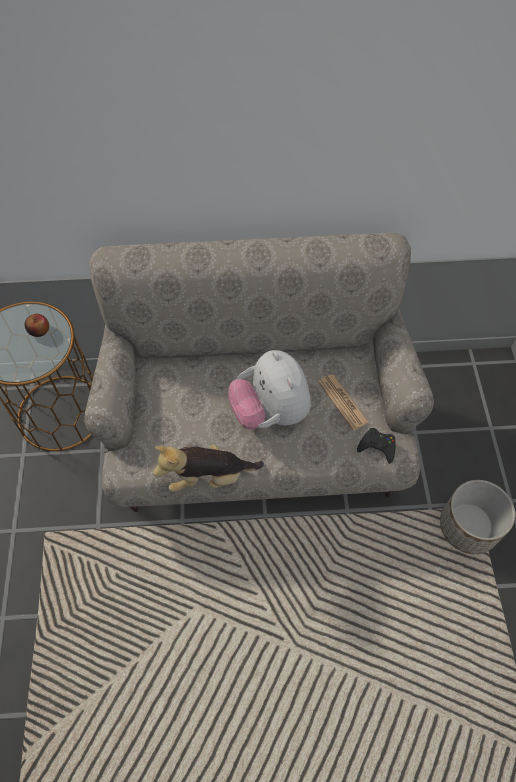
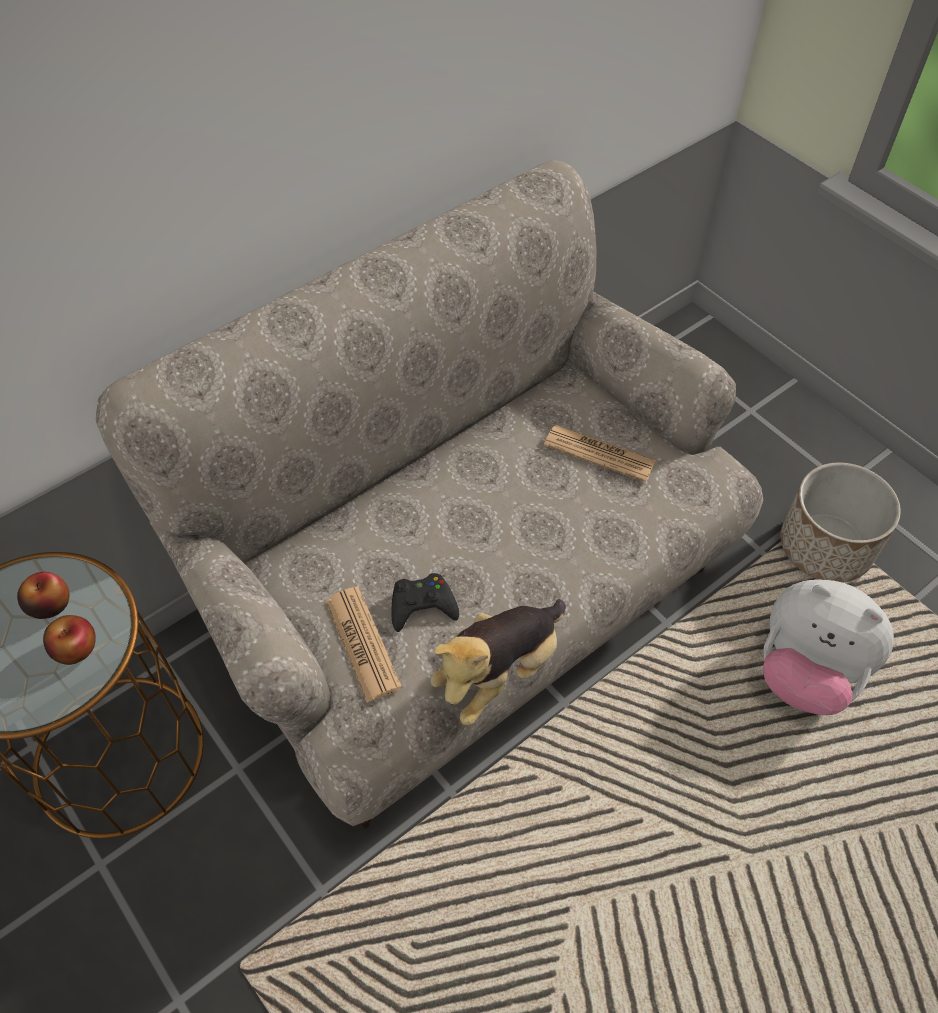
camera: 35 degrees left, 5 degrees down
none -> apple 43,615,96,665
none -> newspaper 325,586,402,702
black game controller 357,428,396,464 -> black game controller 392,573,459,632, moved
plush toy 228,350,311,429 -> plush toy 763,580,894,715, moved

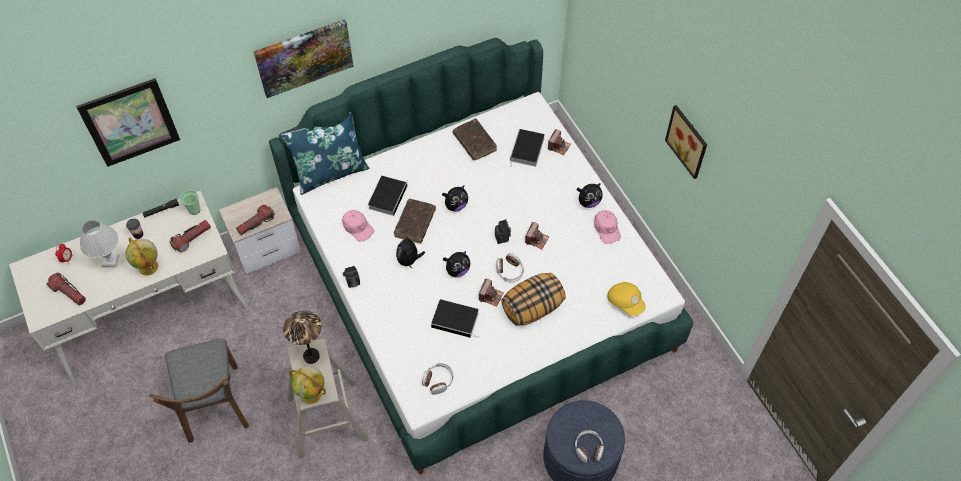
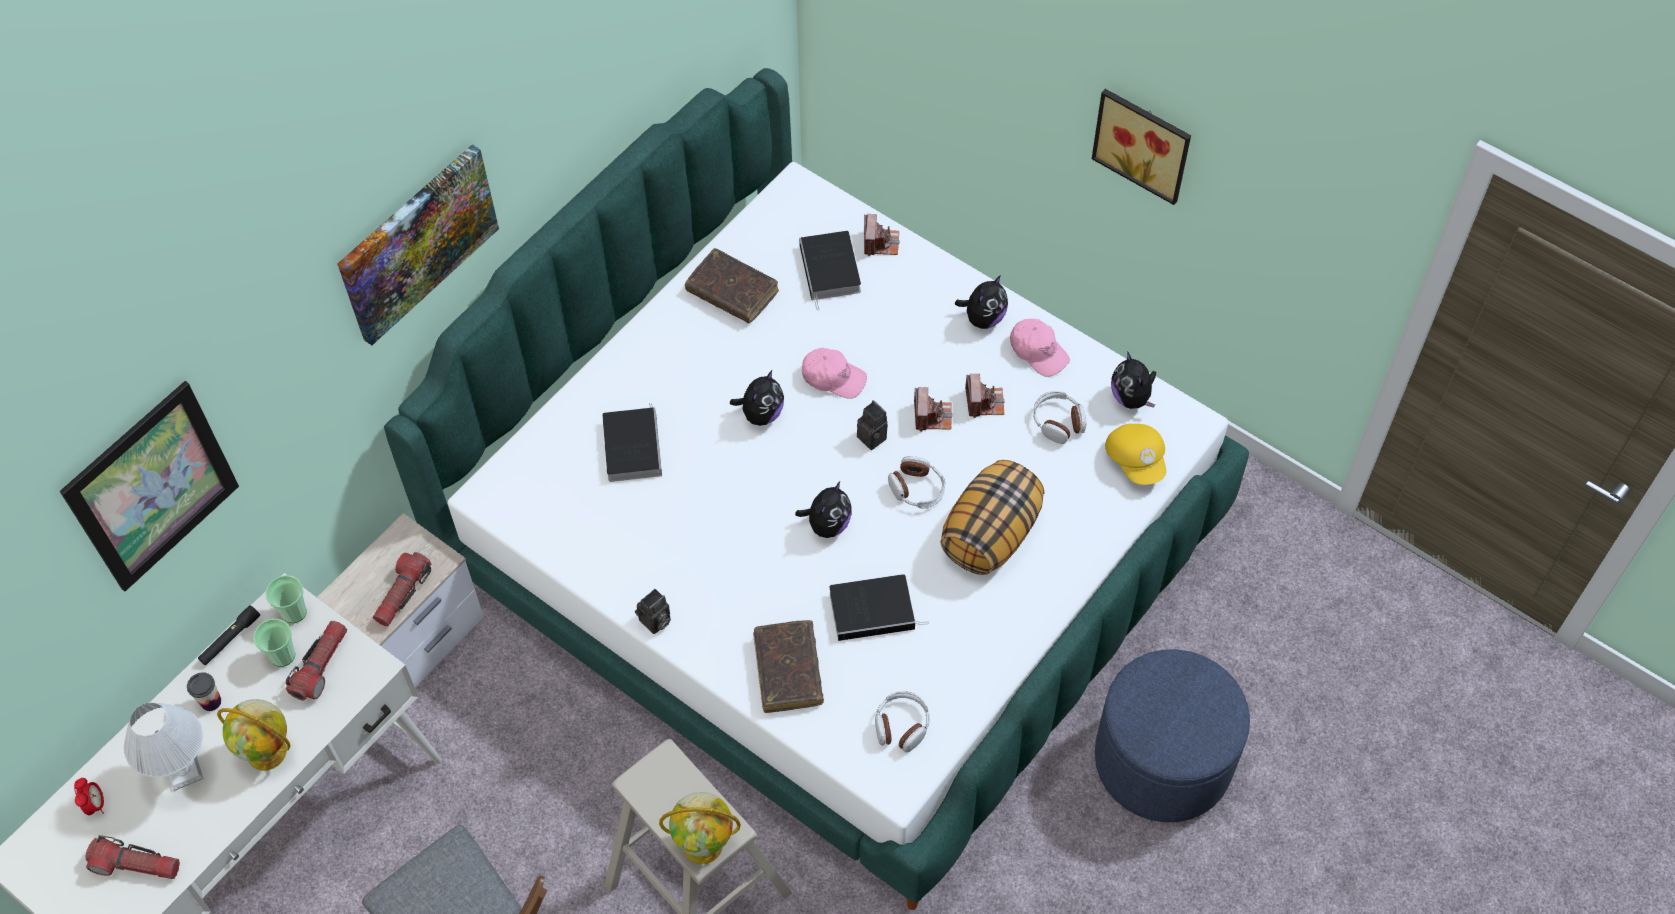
camera: 25 degrees left, 0 degrees up
none -> cup 253,619,295,667
brown book 394,199,436,243 -> brown book 753,620,824,713, moved
pink cap 342,210,374,242 -> pink cap 802,348,867,399, moved
photo camera 479,278,504,307 -> photo camera 965,374,1005,418, moved
headphones 575,430,604,463 -> headphones 1033,391,1086,444, moved
yellow cap 607,282,646,316 -> yellow cap 1105,424,1166,485, 45 degrees clockwise
plush toy 396,235,425,268 -> plush toy 1111,351,1156,409, moved
blue pillow 281,112,369,195 -> none
table lamp 283,311,322,364 -> none

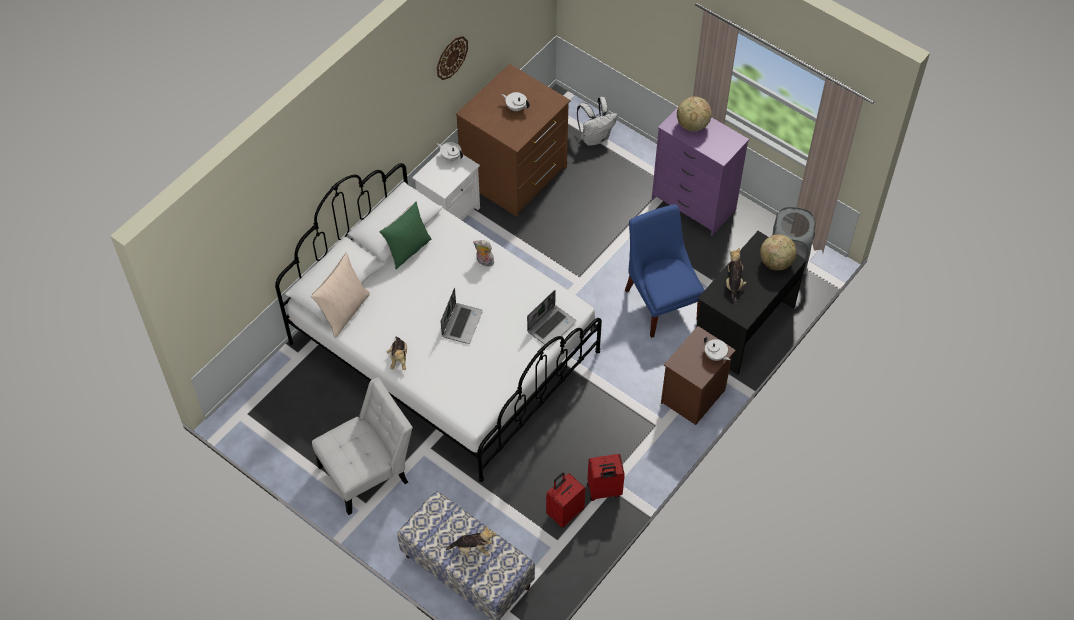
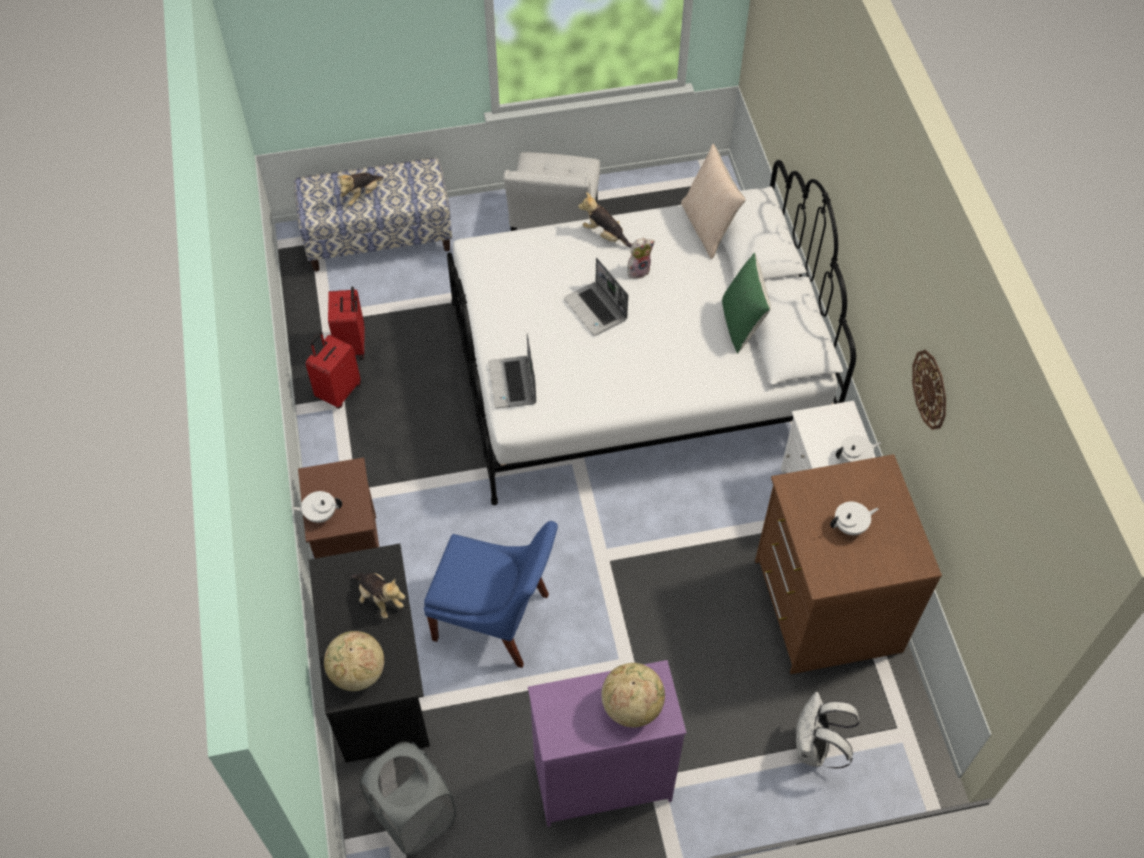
camera: 130 degrees right, 0 degrees up
plush toy 473,240,494,267 -> plush toy 627,238,655,279, moved

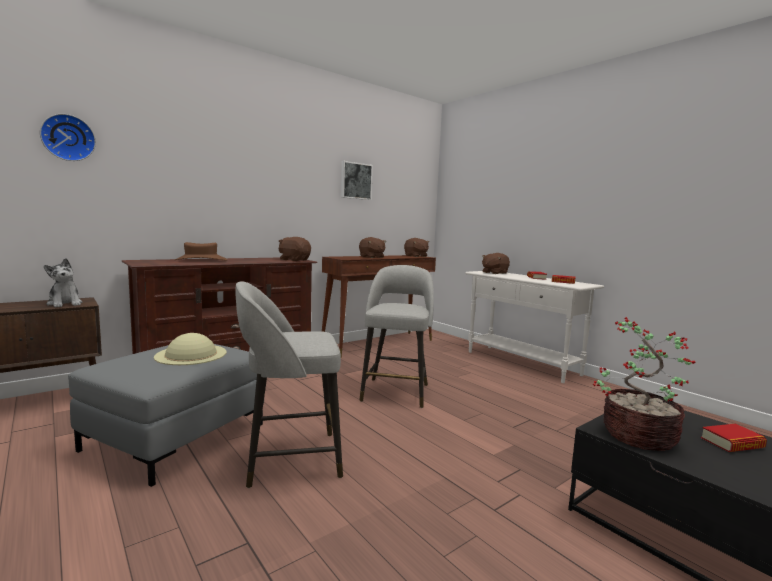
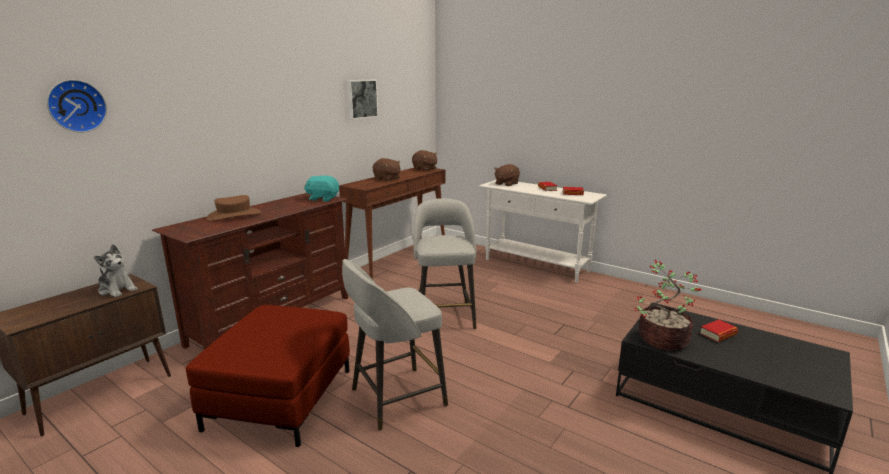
camera: 15 degrees left, 10 degrees up
grey ottoman 68,344,264,487 -> red ottoman 185,305,350,447
brown plush toy 279,237,311,261 -> turquoise plush toy 304,175,339,202
beige hat 154,333,227,365 -> none

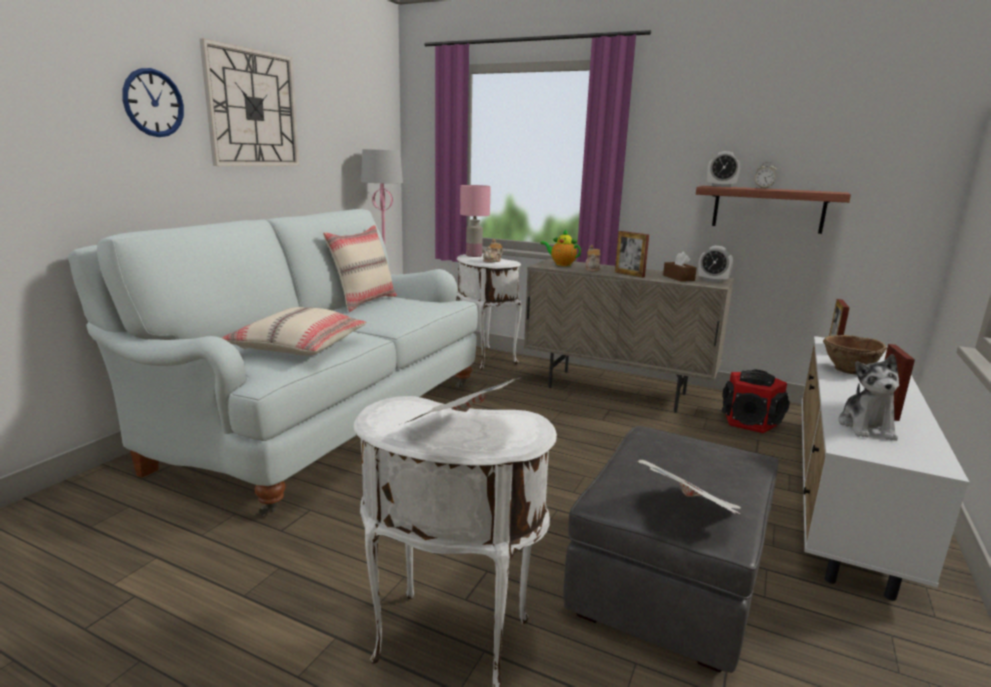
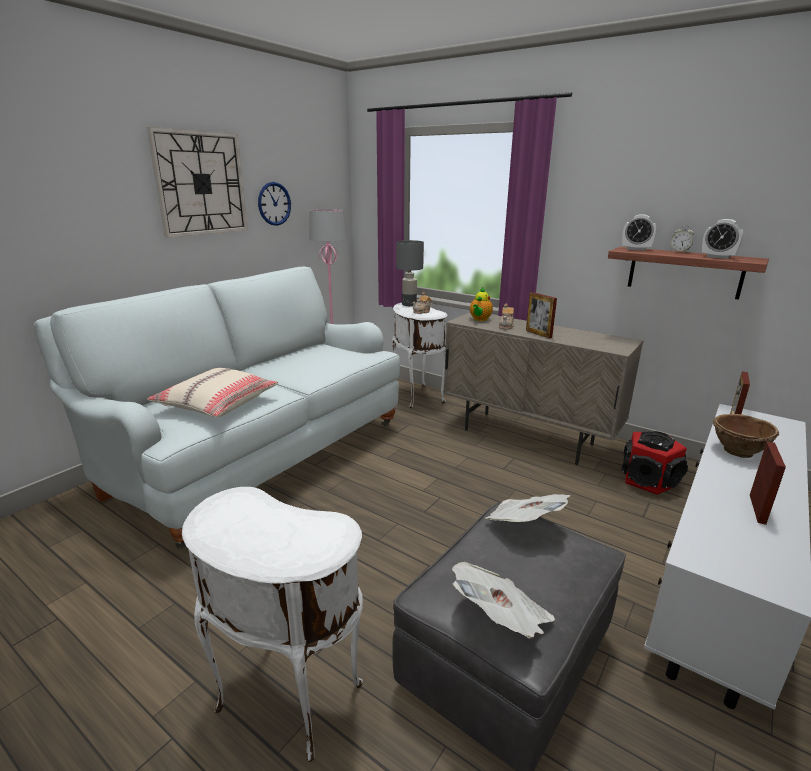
camera: 10 degrees right, 5 degrees up
wall clock 122,68,184,137 -> wall clock 258,182,291,226, moved
pink table lamp 460,185,491,257 -> grey table lamp 396,240,424,306
teapot 540,230,581,266 -> teapot 470,287,493,321, 105 degrees counterclockwise
newspaper 399,377,521,425 -> newspaper 485,494,570,522, moved
alarm clock 698,246,733,283 -> alarm clock 702,219,743,259, moved
beige pillow 323,225,397,312 -> none
brown tissue box 663,252,697,282 -> none
plush toy 838,354,899,441 -> none

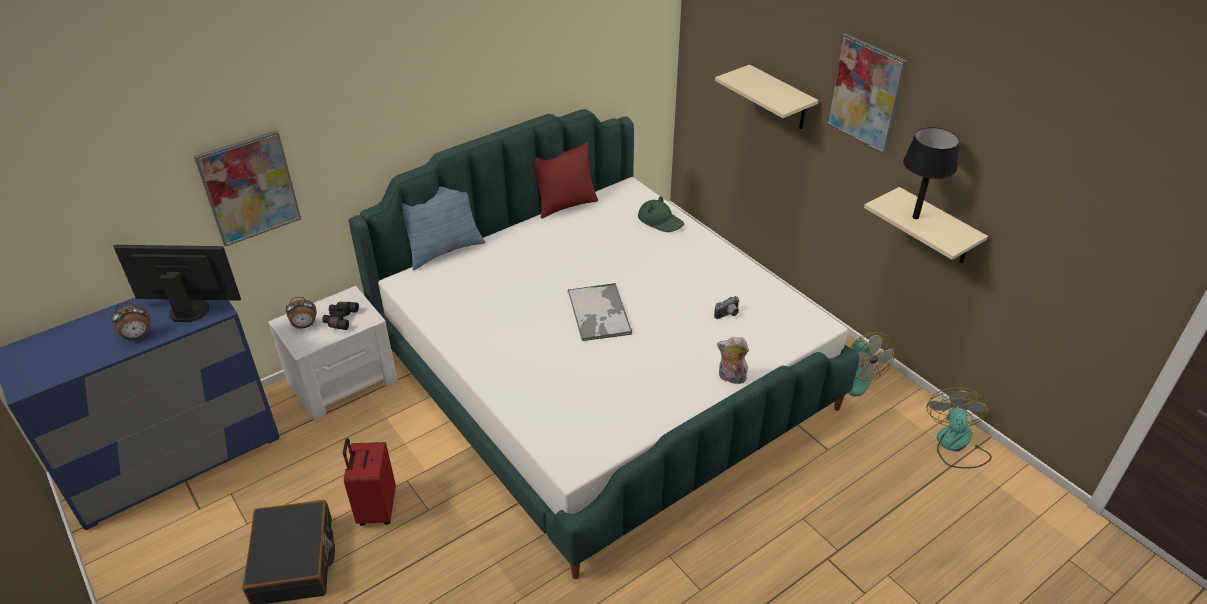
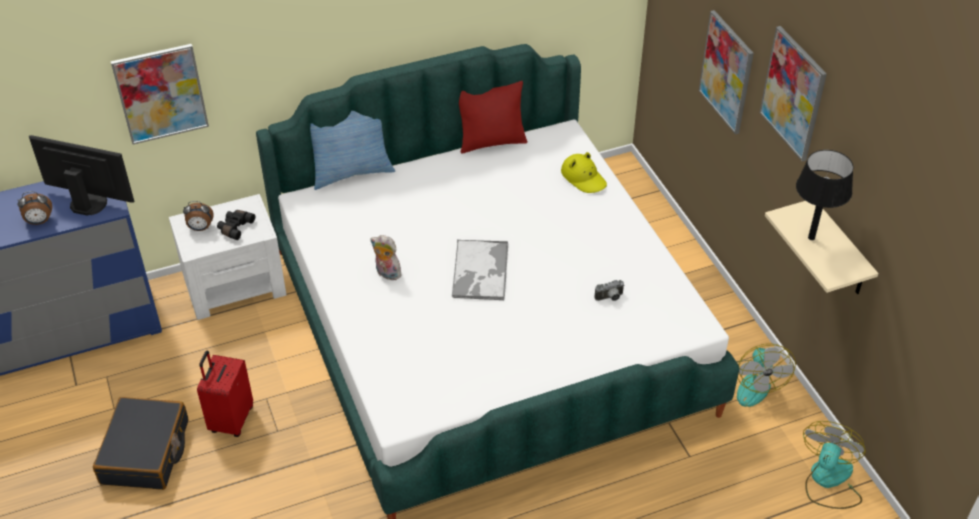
camera: 15 degrees right, 5 degrees up
plush toy 717,337,749,384 -> plush toy 370,235,403,280, moved
green hat 638,196,684,232 -> yellow hat 561,152,607,193
beige shelf 715,65,818,129 -> picture 699,10,754,134

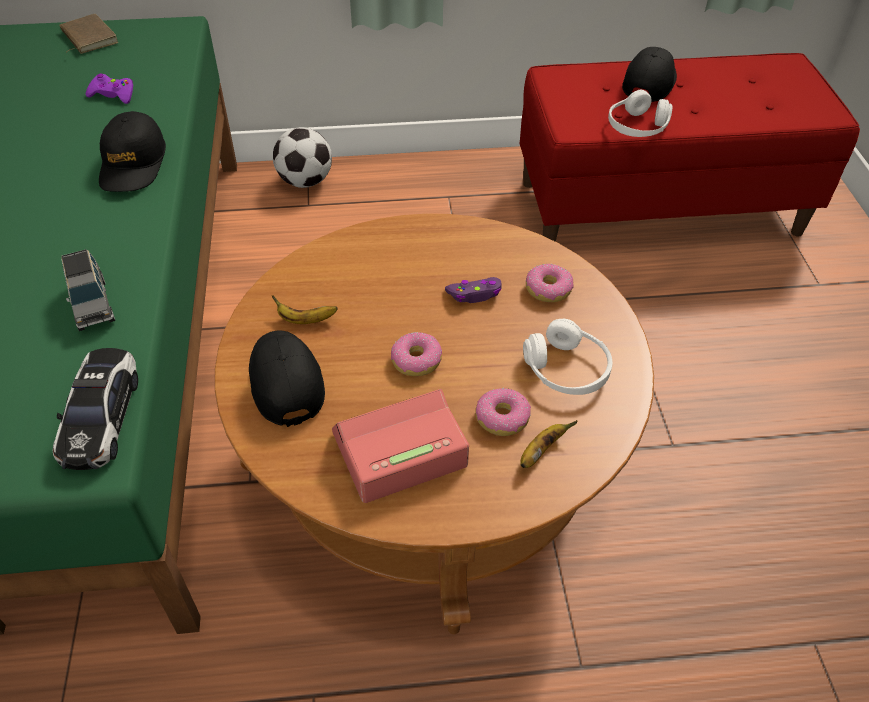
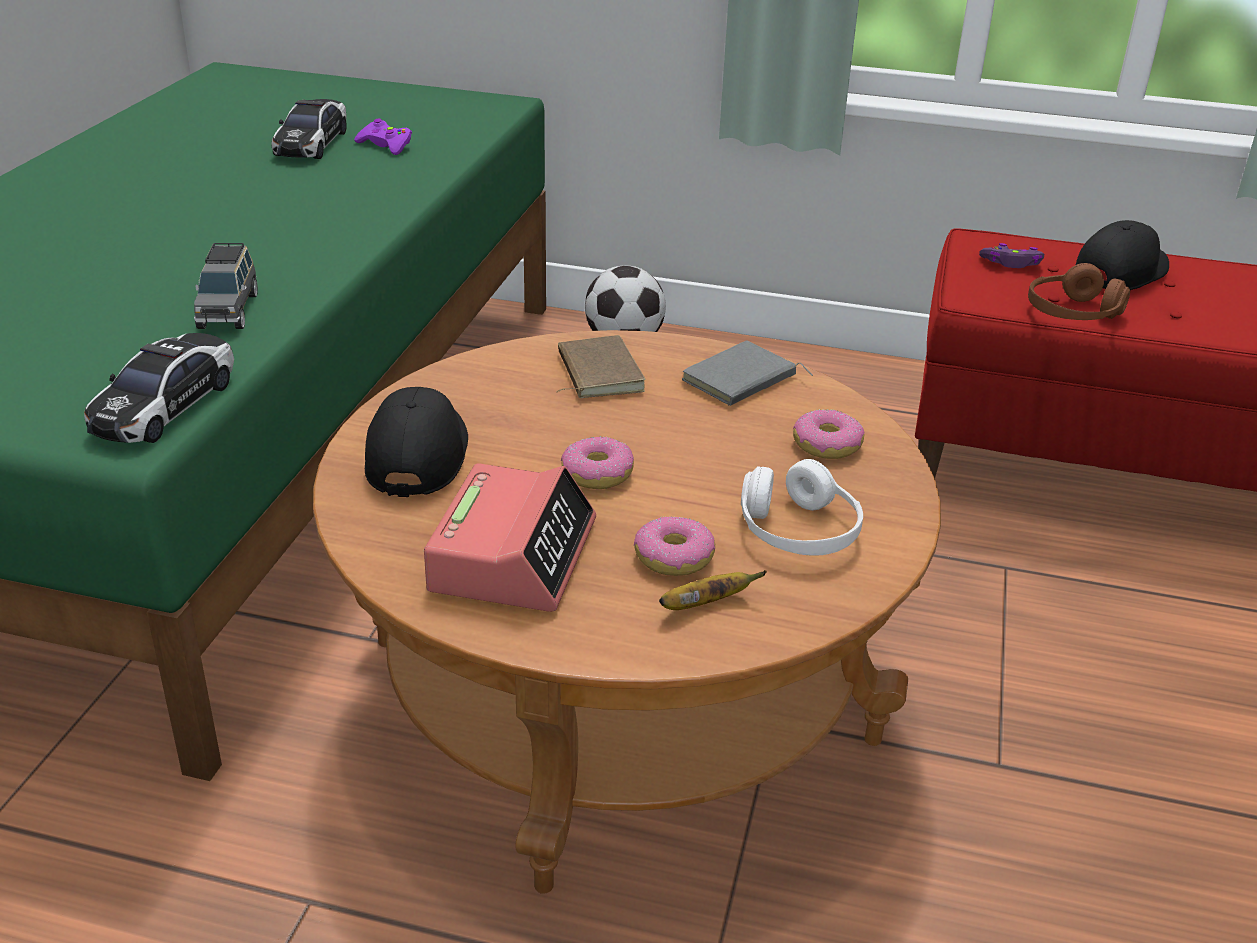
camera: 20 degrees right, 15 degrees down
none -> toy car 271,99,347,159
alarm clock 332,389,469,503 -> alarm clock 424,463,596,612, 105 degrees clockwise
brown book 59,14,118,54 -> brown book 557,335,646,398, moved
none -> grey book 682,340,813,406
purple game controller 445,277,502,303 -> purple game controller 979,243,1044,268, moved
white headphones 608,90,672,137 -> brown headphones 1028,263,1130,320
black cap 99,111,166,192 -> none
banana 272,296,338,324 -> none

